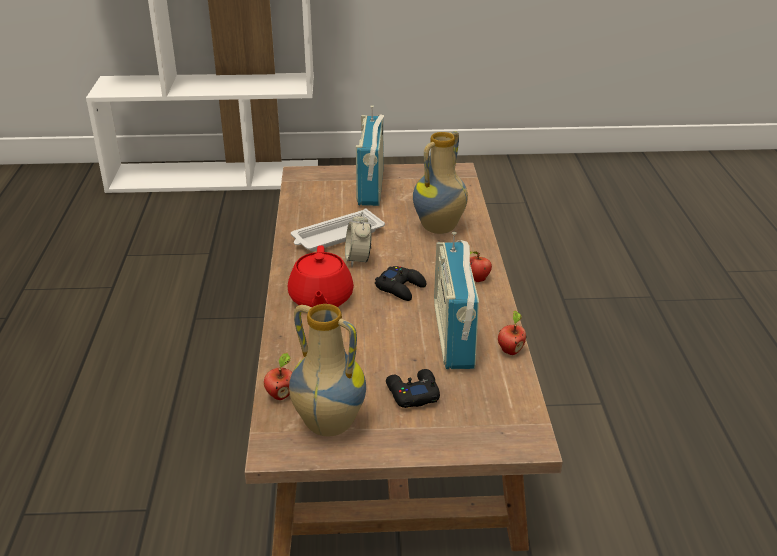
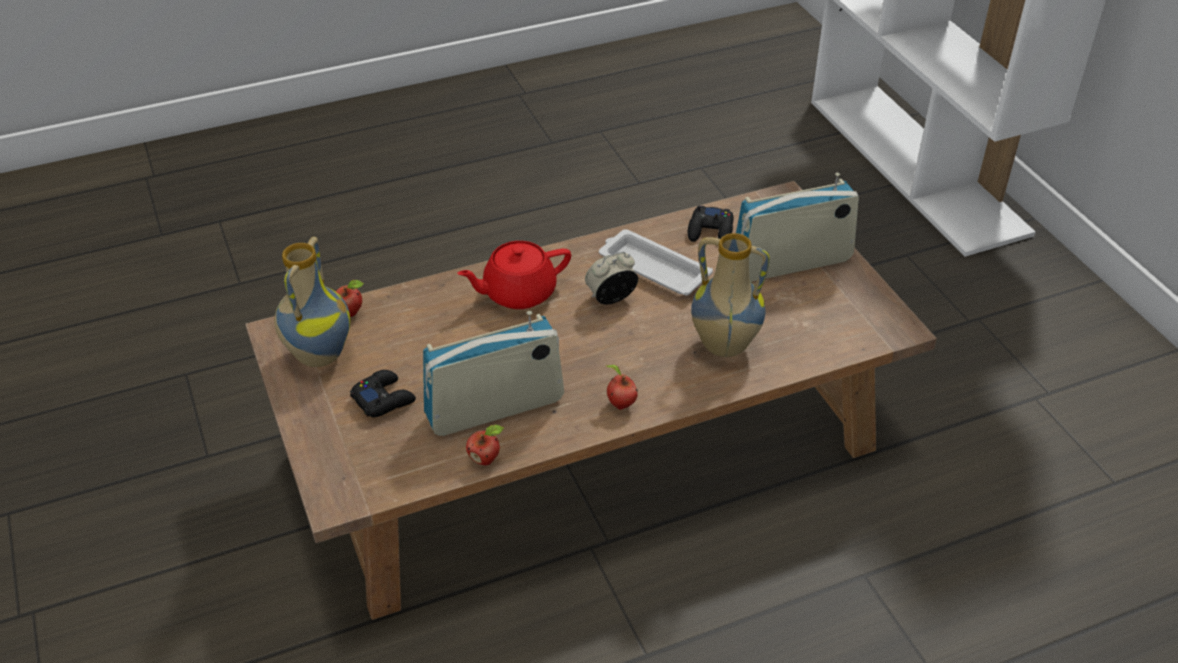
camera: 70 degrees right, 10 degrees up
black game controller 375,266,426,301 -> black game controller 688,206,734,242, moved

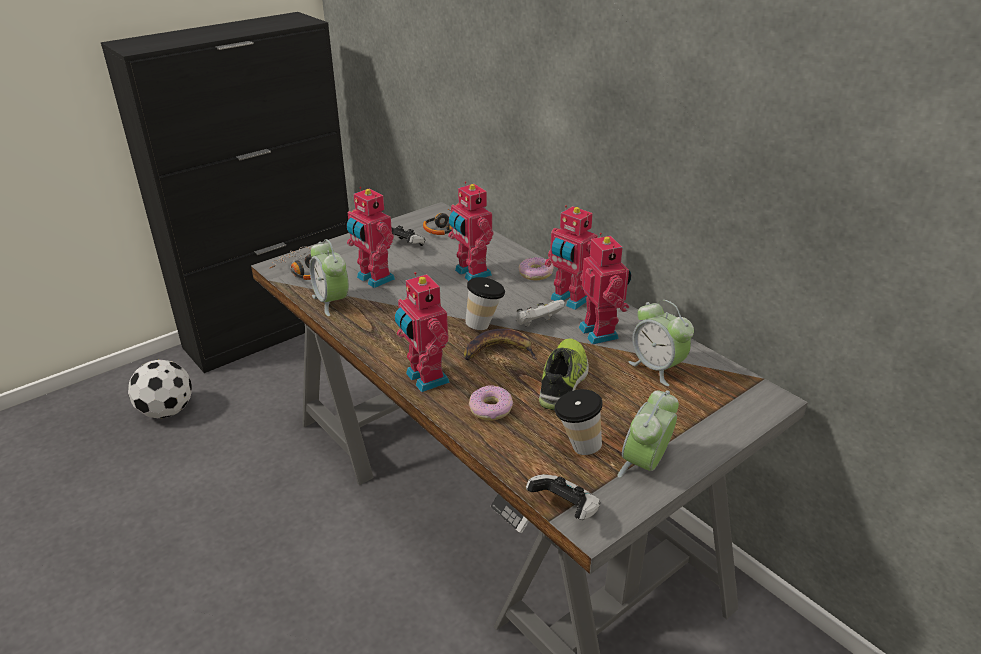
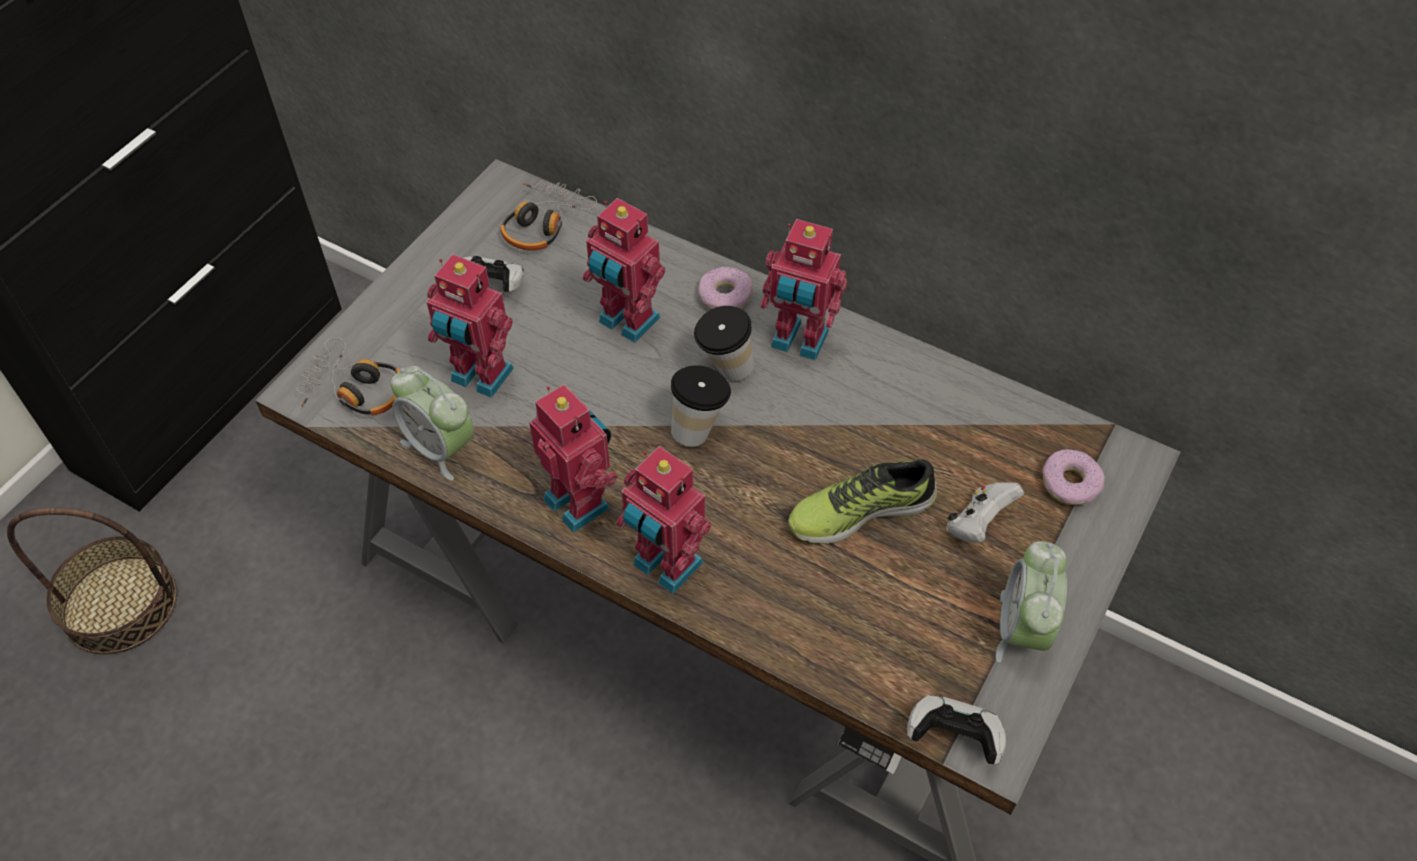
camera: 20 degrees left, 20 degrees up
football 128,359,192,418 -> basket 7,508,177,654
toy robot 579,233,631,345 -> toy robot 529,384,618,533, moved
cup 555,389,602,455 -> cup 694,306,754,381, moved
shoe 539,339,589,410 -> shoe 788,460,937,544, 105 degrees counterclockwise
white game controller 516,300,565,327 -> white game controller 946,482,1024,543, moved
donut 469,386,513,420 -> donut 1042,449,1105,506, moved
banana 464,329,537,360 -> none
alarm clock 629,300,694,386 -> none

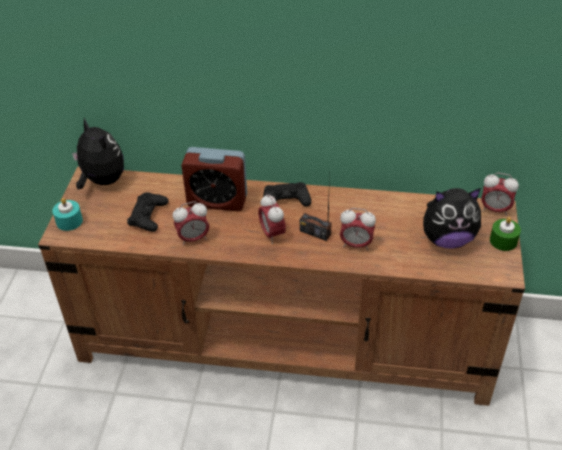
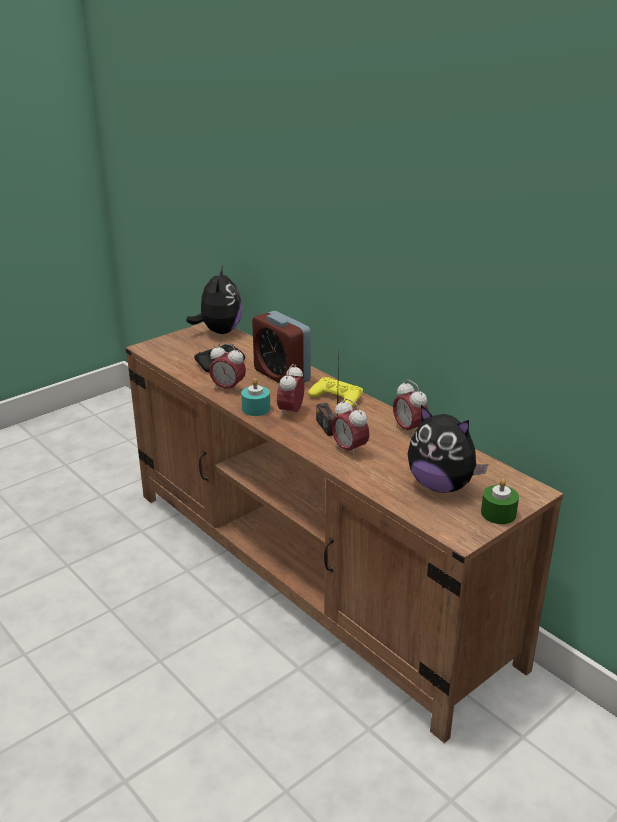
camera: 40 degrees right, 15 degrees down
turquoise candle 52,198,83,231 -> turquoise candle 241,378,270,416, moved
black game controller 263,182,311,206 -> yellow game controller 308,377,363,407
alarm clock 481,173,519,216 -> alarm clock 393,380,429,437, moved

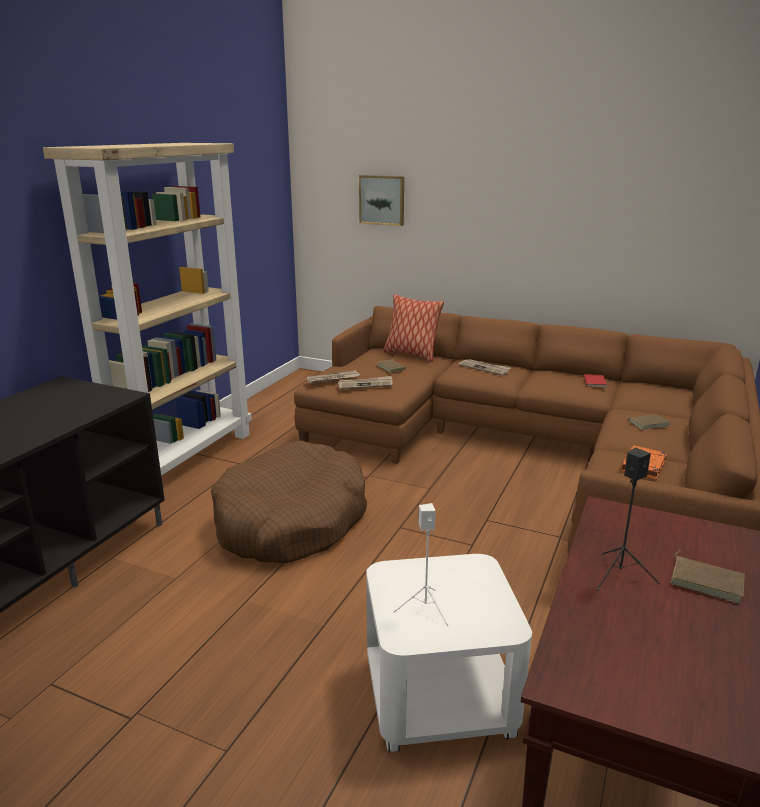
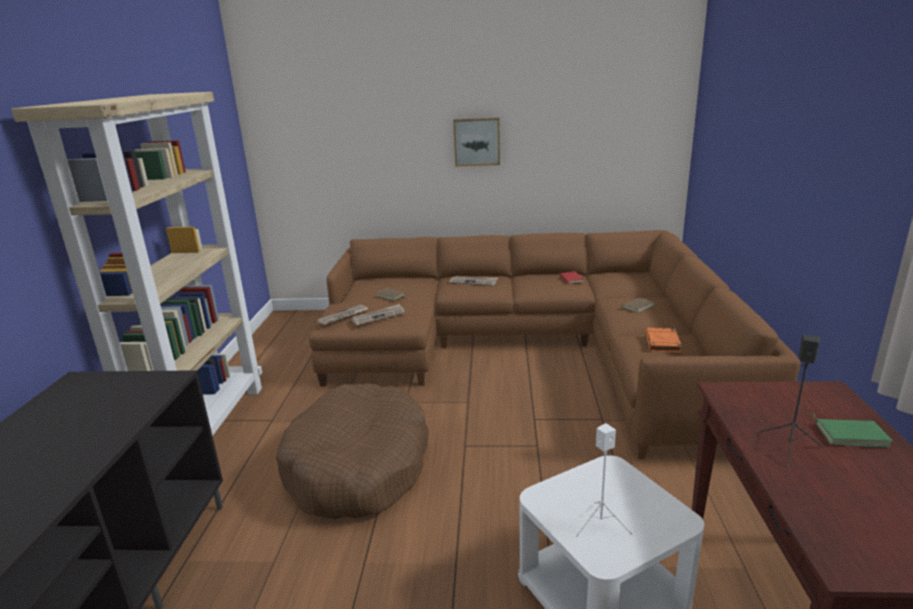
camera: 20 degrees left, 0 degrees up
picture 359,175,404,226 -> picture 453,118,500,167, moved
brown book 670,550,745,604 -> green book 813,413,893,448
pillow 383,294,444,362 -> none

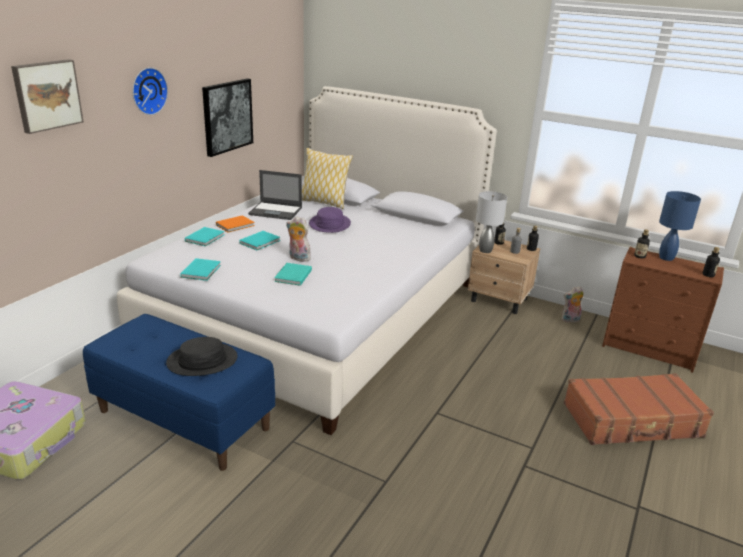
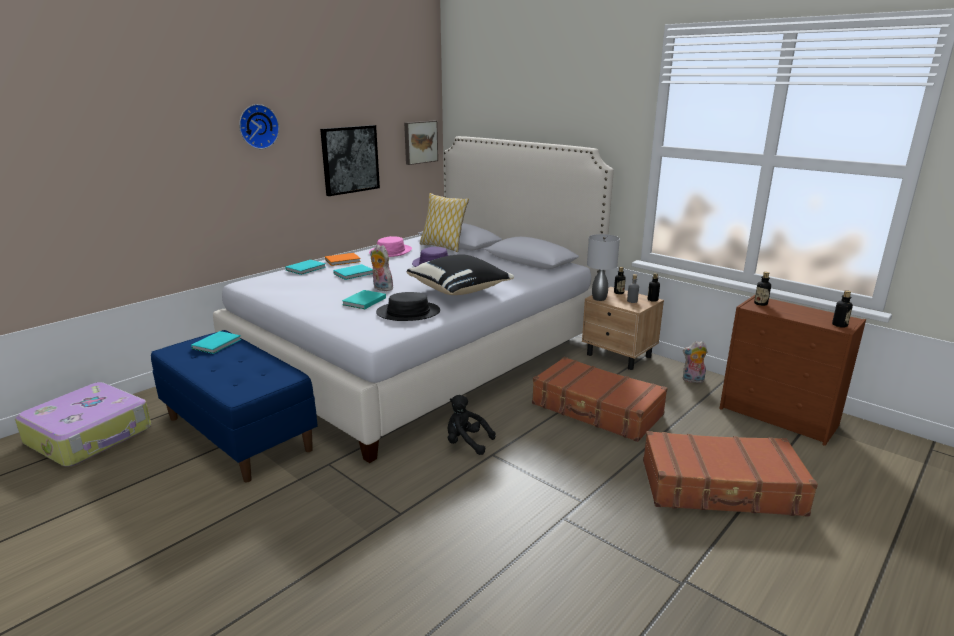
camera: 15 degrees right, 5 degrees down
turquoise book 180,258,221,281 -> turquoise book 191,331,241,354, moved
laptop 248,170,302,220 -> pink hat 369,236,412,257
black hat 166,337,238,376 -> black hat 376,292,440,321, moved
picture 11,59,84,134 -> picture 404,121,438,165, moved
none -> black pillow 407,254,514,295
none -> black plush toy 447,395,495,455
none -> brown suitcase 532,357,668,442
blue table lamp 659,191,701,261 -> none

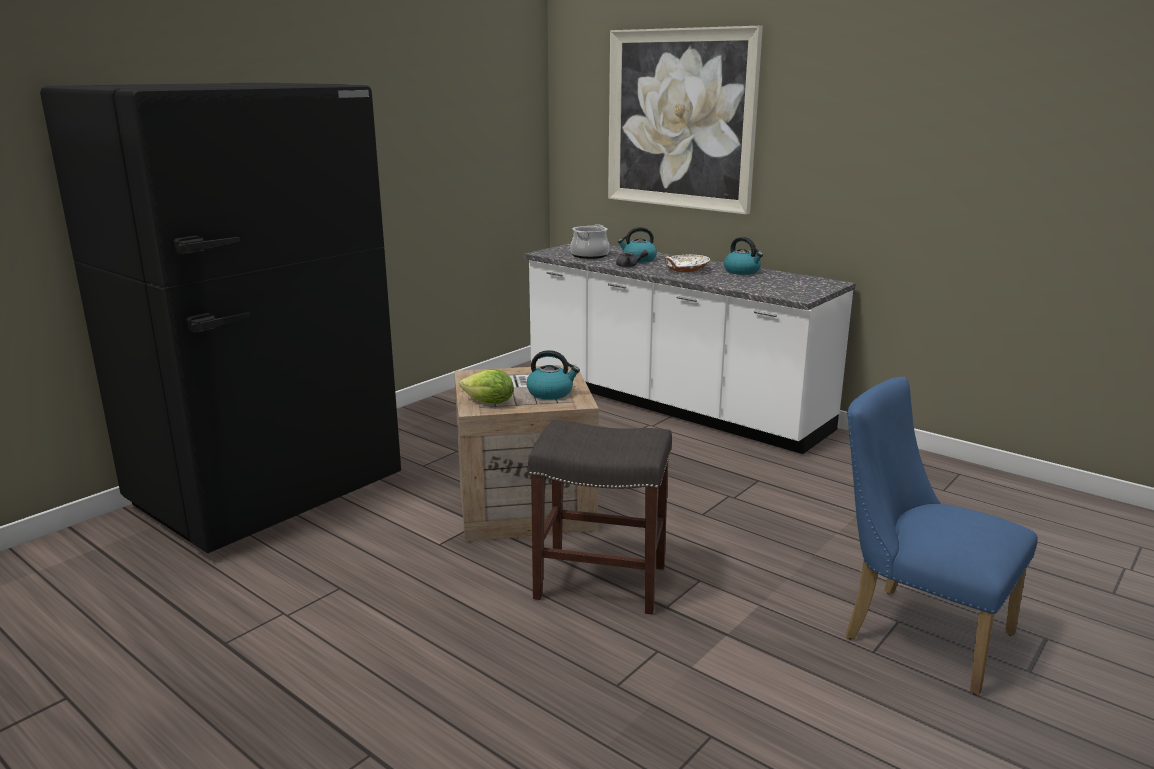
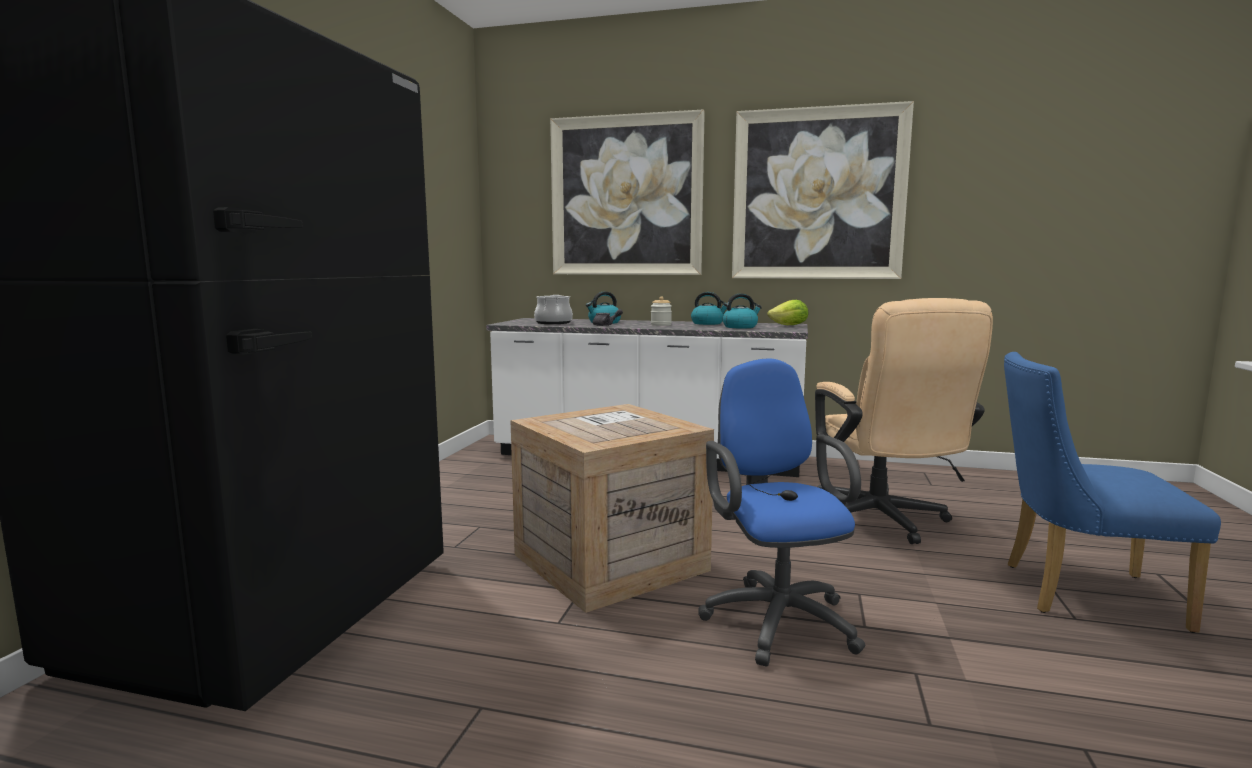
camera: 25 degrees left, 10 degrees down
white bowl 665,255,710,272 -> jar 651,296,672,326
grey stool 528,420,672,615 -> blue office chair 698,359,865,666
kettle 526,350,580,400 -> kettle 722,293,762,329, moved
none -> picture 732,101,914,279
lettuce 460,369,514,404 -> lettuce 767,300,808,325, moved
none -> beige office chair 815,298,993,544

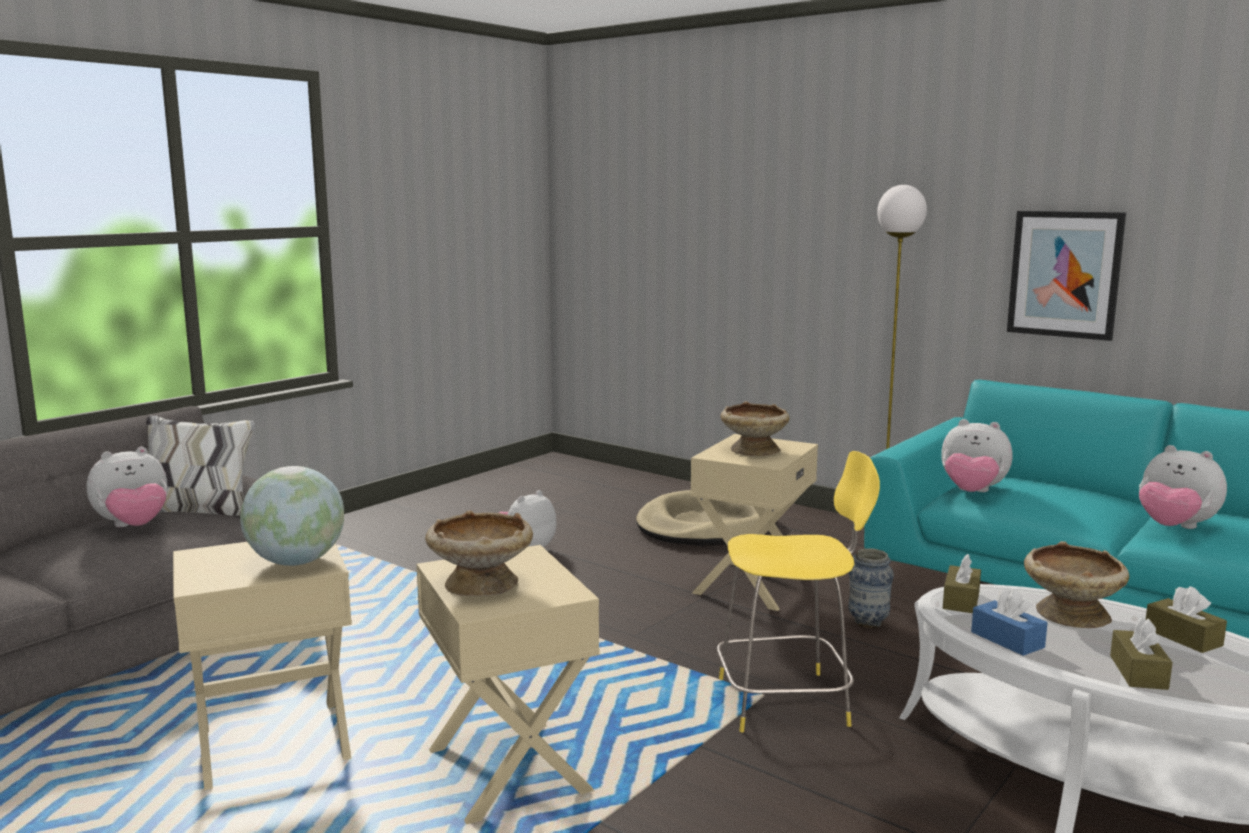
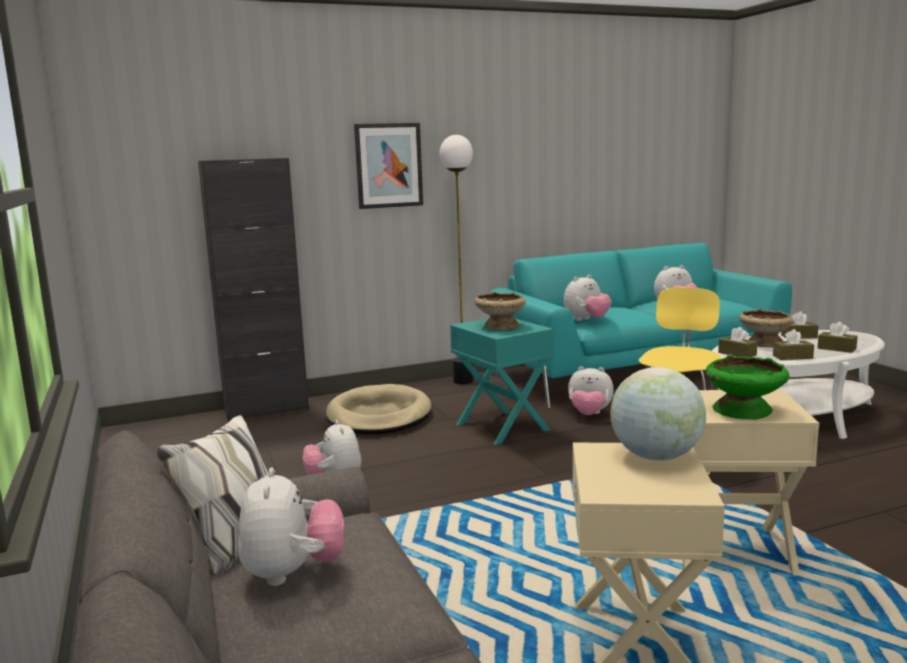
camera: 60 degrees left, 0 degrees up
none -> black cabinet 198,158,309,421
picture 1007,211,1126,341 -> picture 354,123,423,209, moved
beige side table 691,434,818,611 -> turquoise side table 450,318,554,445
vase 848,548,894,628 -> plush toy 568,366,614,415
beige bowl 425,510,533,596 -> green bowl 705,354,789,419
blue tissue box 971,588,1048,656 -> brown tissue box 773,329,814,360

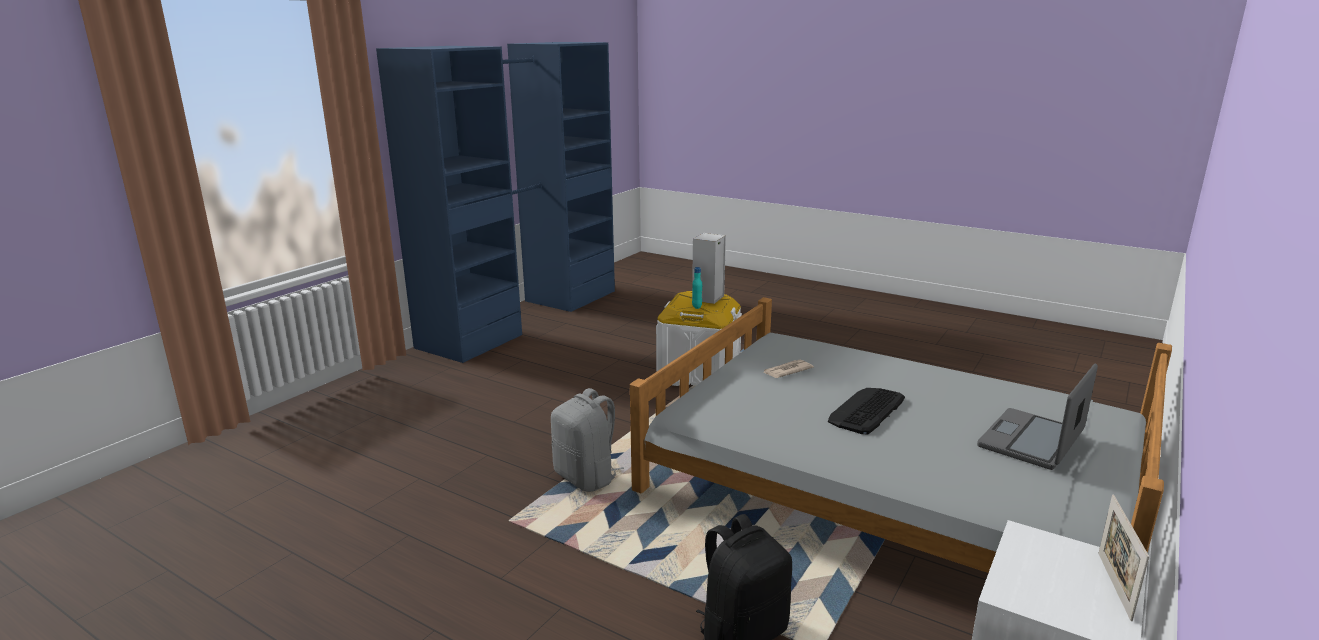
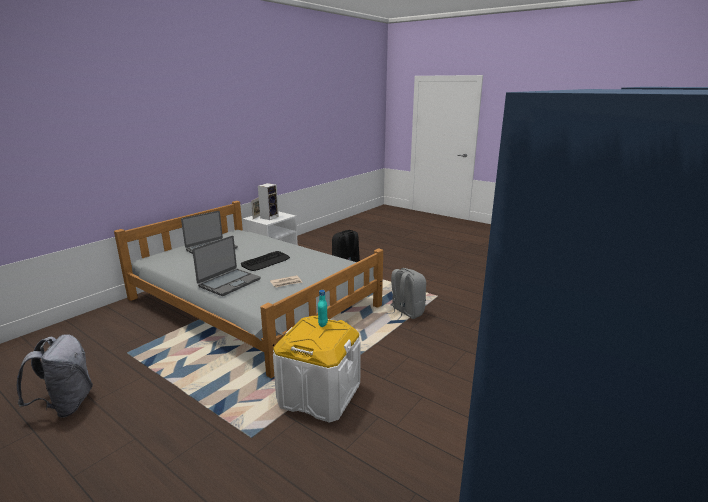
camera: 175 degrees left, 0 degrees up
none -> grey backpack 17,334,93,418
none -> laptop 192,236,261,296
speaker 692,233,726,304 -> speaker 258,183,279,220, moved

